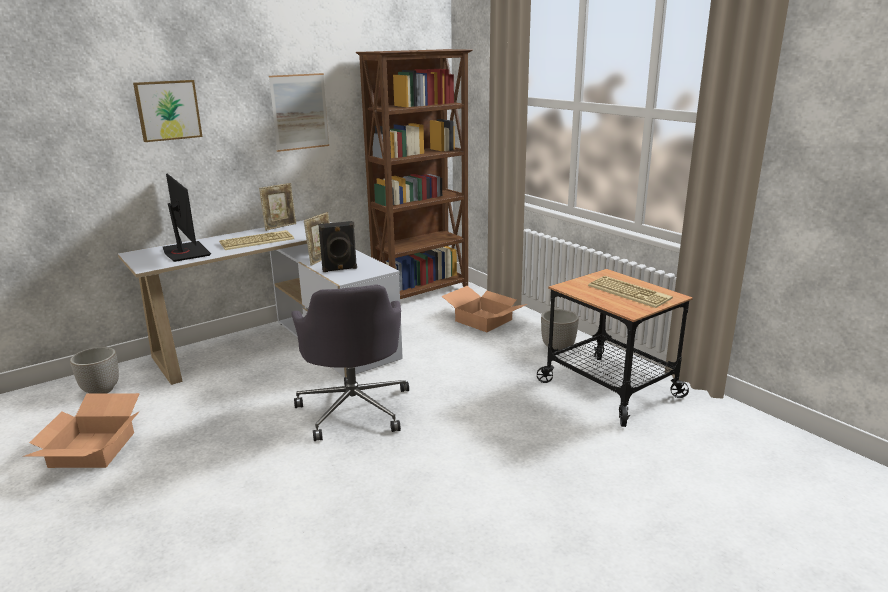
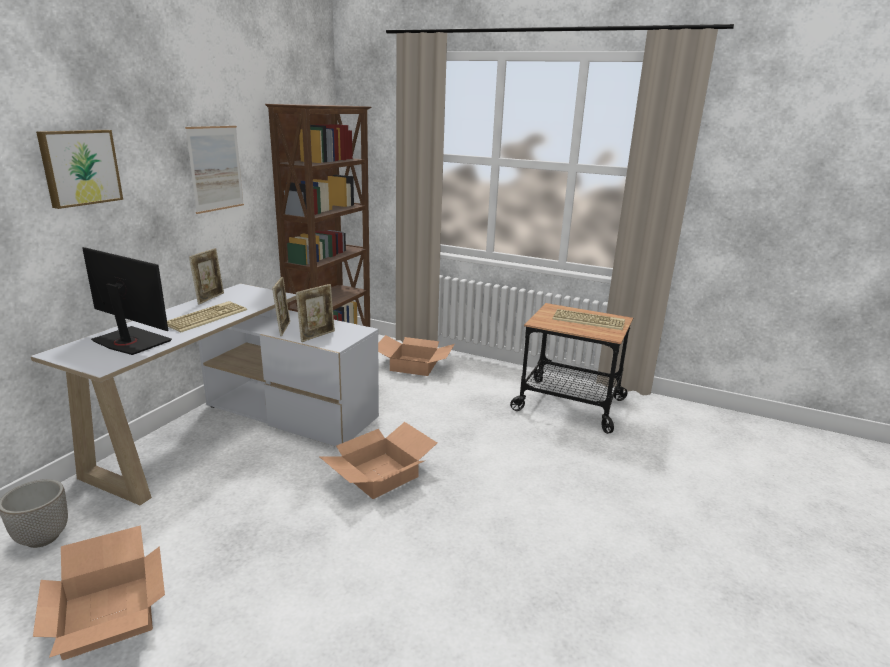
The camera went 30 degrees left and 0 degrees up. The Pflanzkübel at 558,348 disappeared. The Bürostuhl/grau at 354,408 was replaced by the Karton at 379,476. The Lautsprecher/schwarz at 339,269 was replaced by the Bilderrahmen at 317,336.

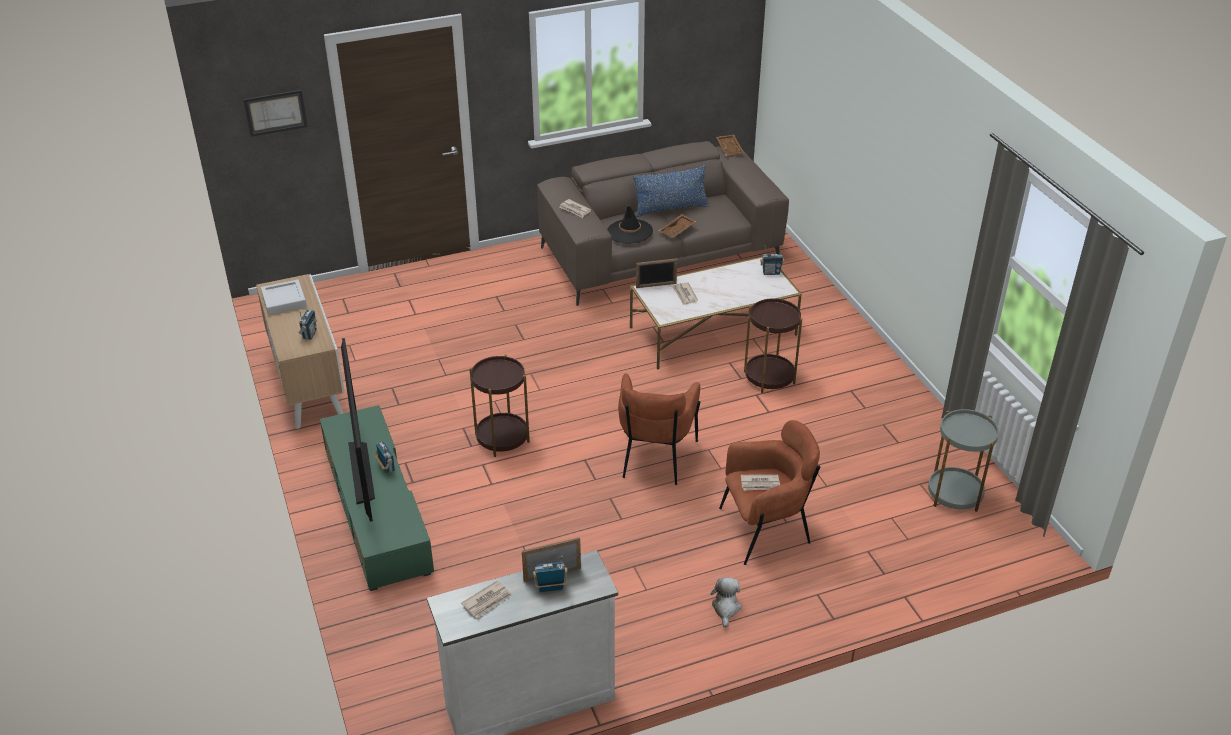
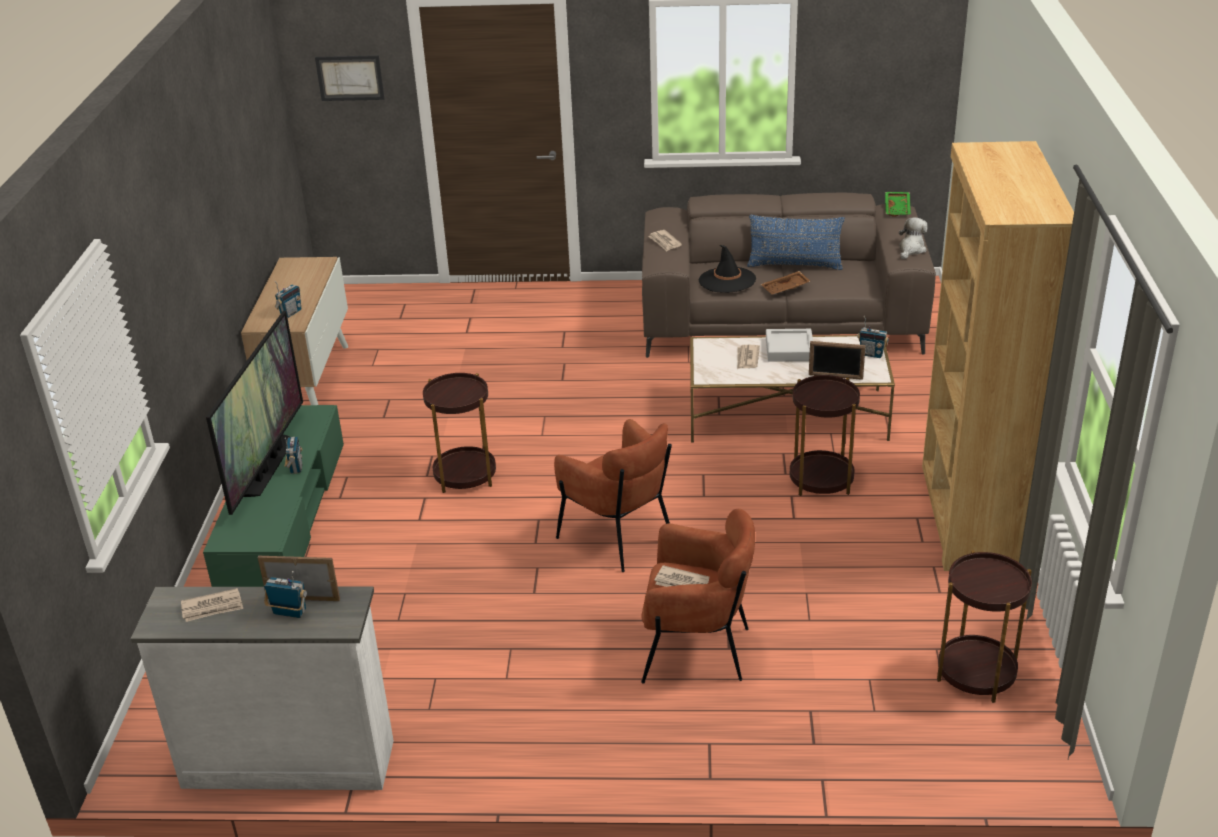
The camera went 25 degrees right and 5 degrees down. The Bücherregal/braun at 969,516 appeared. The Tablett/grau moved from 284,301 to 789,349. The Bilderrahmen moved from 656,285 to 835,377. The Plüschtier moved from 726,608 to 911,249. The Tablett/braun at 730,149 became the Tablett/grün at 898,209. The Beistelltisch/grau at 954,494 became the Beistelltisch/braun at 976,673. The Sessel/braun at 655,458 turned 75 degrees counterclockwise.

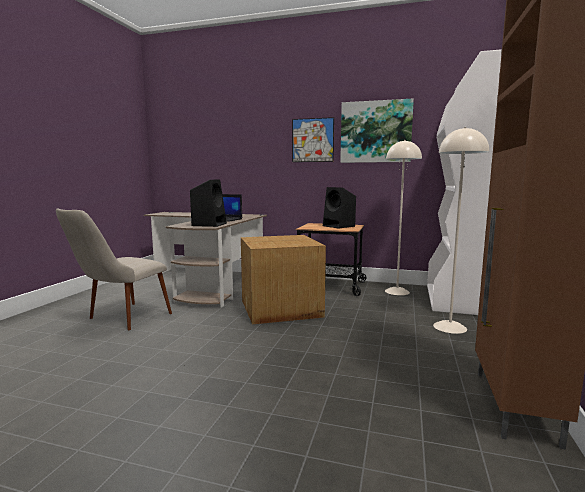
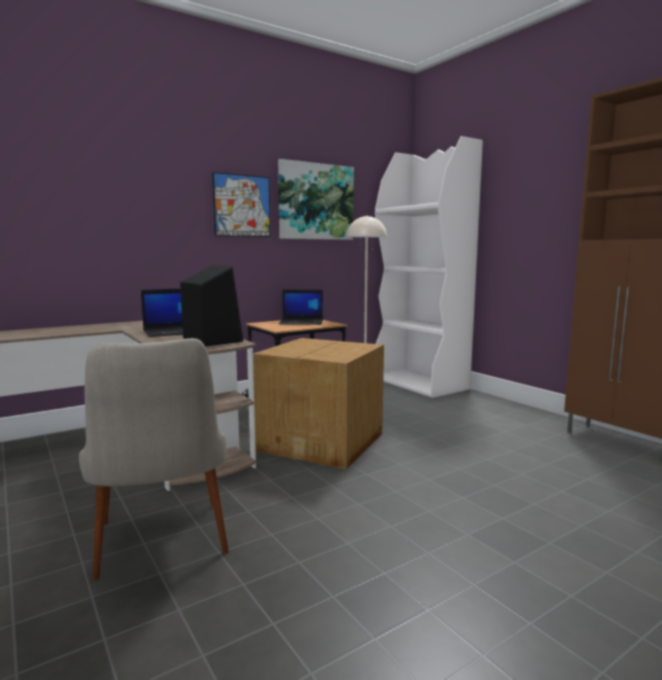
The camera went 50 degrees left and 0 degrees up. The Stehlampe/beige at 450,327 disappeared. The Lautsprecher/schwarz at 339,226 was replaced by the Laptop at 302,322.

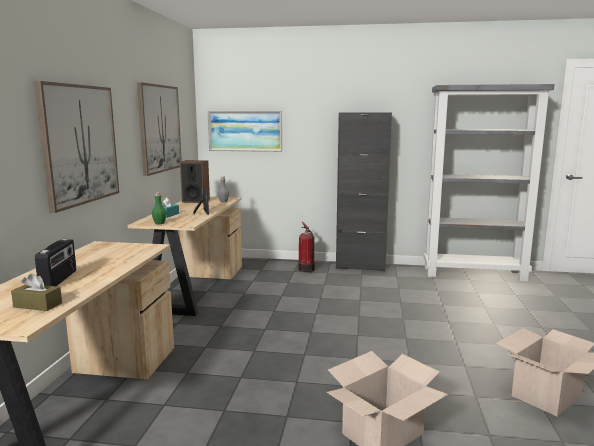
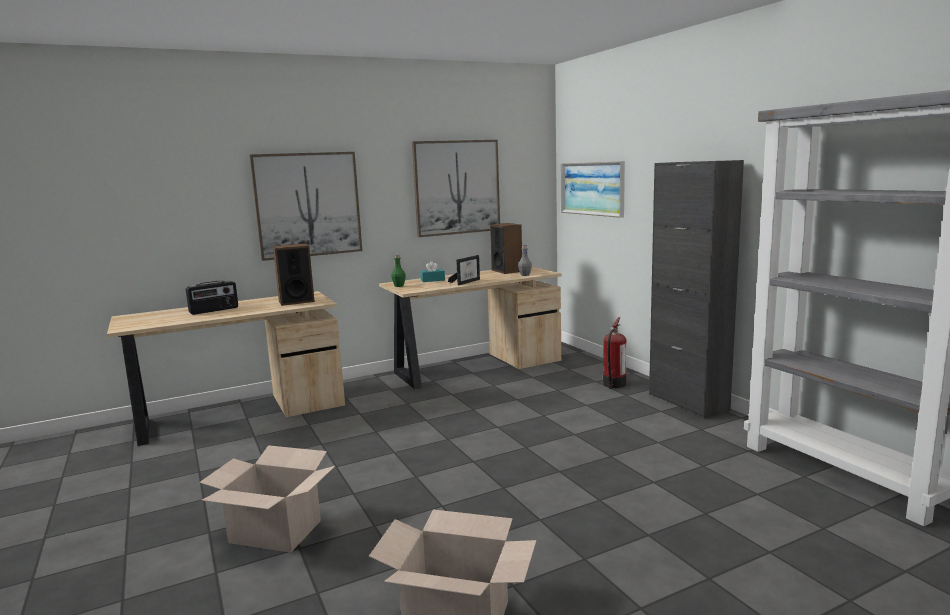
The camera went 55 degrees right and 0 degrees up. The Taschentuchbox/braun at 38,305 disappeared. The Lautsprecher at 296,301 appeared.

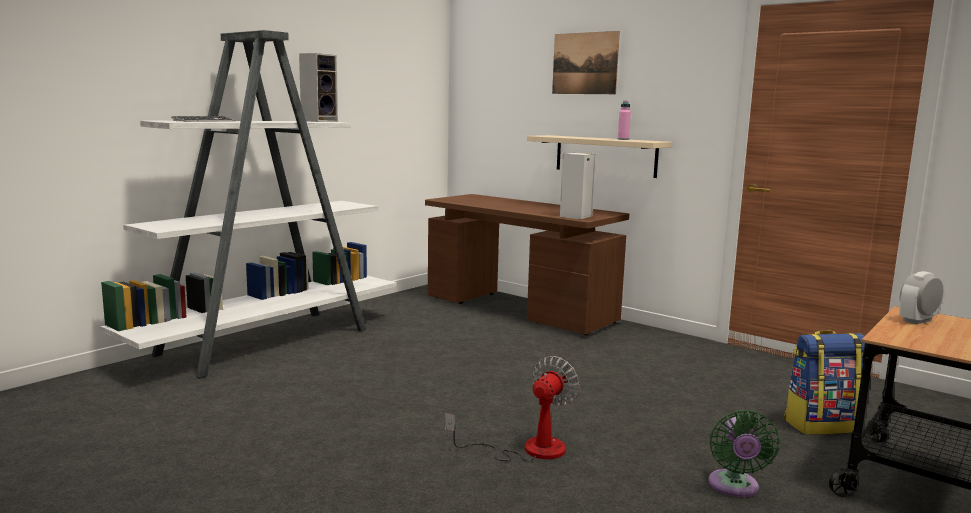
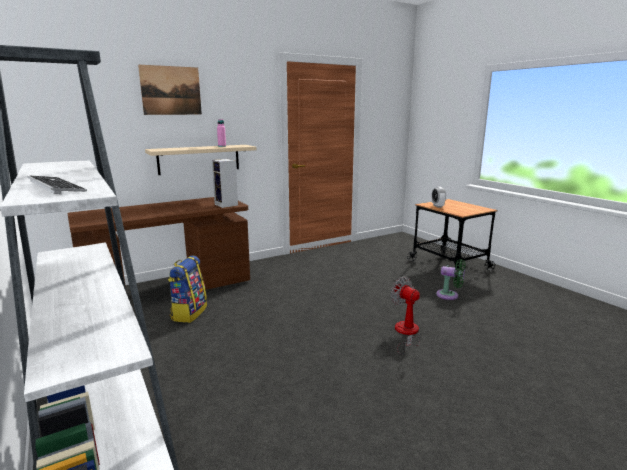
The camera went 70 degrees left and 5 degrees up. The Lautsprecher at 320,121 disappeared. The Rucksack moved from 821,424 to 189,313.

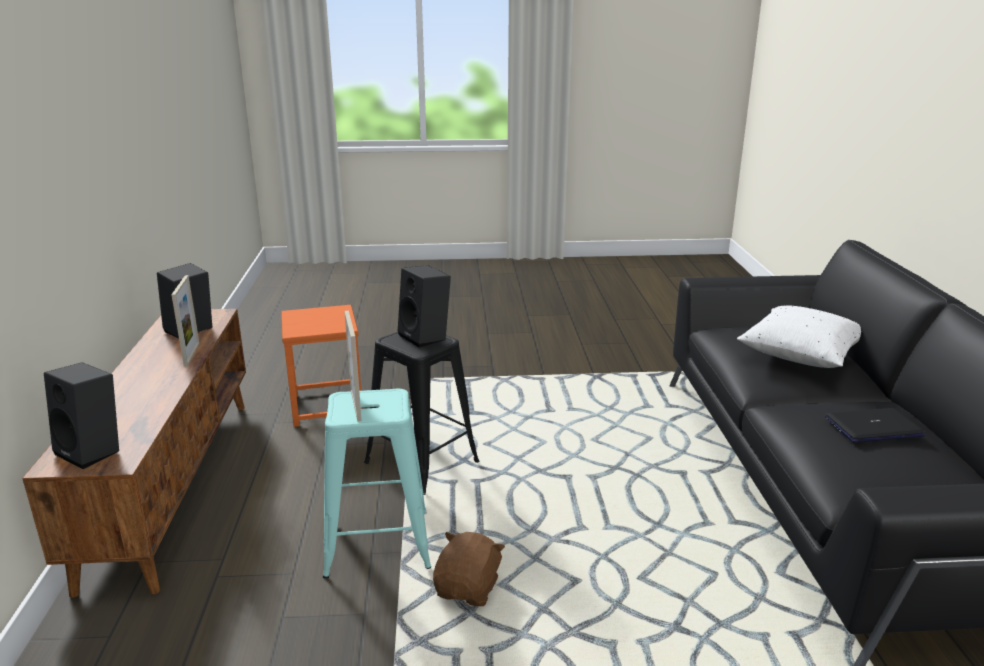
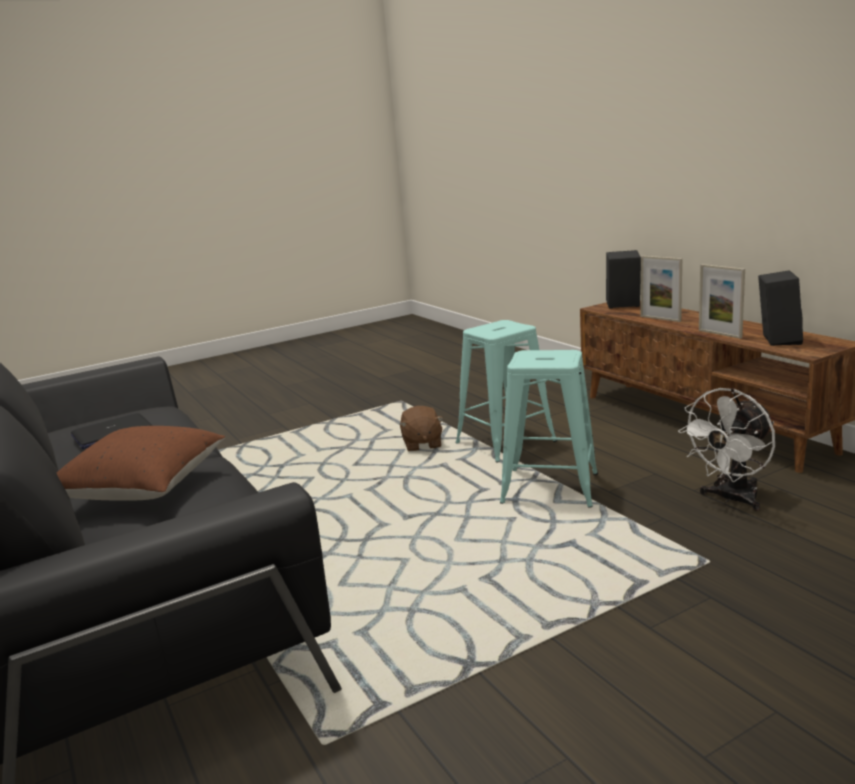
The camera went 155 degrees right and 5 degrees down. The Lautsprecher/schwarz at 426,337 disappeared. The Bilderrahmen moved from 356,405 to 660,319. The Hocker/orange at 325,406 was replaced by the Ventilator/weiß at 731,499. The Hocker/schwarz at 421,462 became the Hocker/türkis at 550,488. The Kissen/weiß at 800,355 became the Kissen/braun at 143,488.

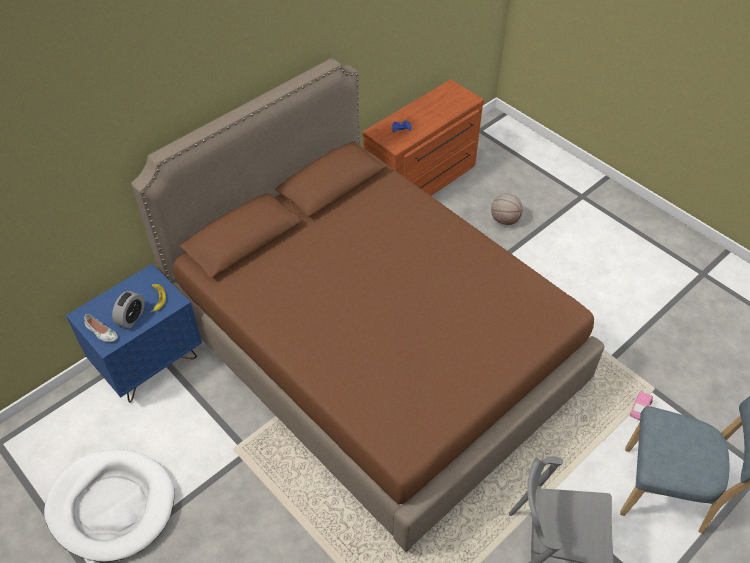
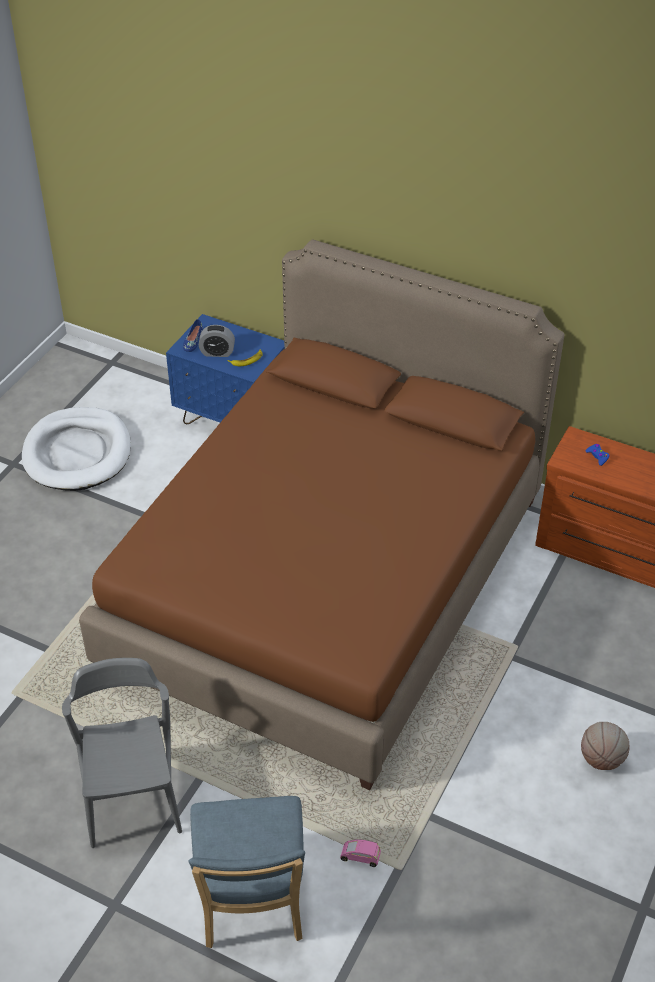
The camera went 70 degrees right and 5 degrees down. The Basketball moved from 504,220 to 602,759. The Schuh/weiß at 101,332 became the Schuh/blau at 192,341.

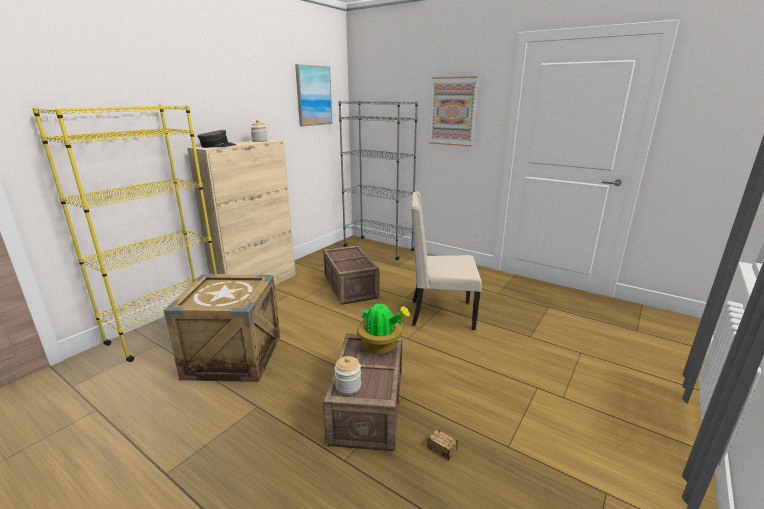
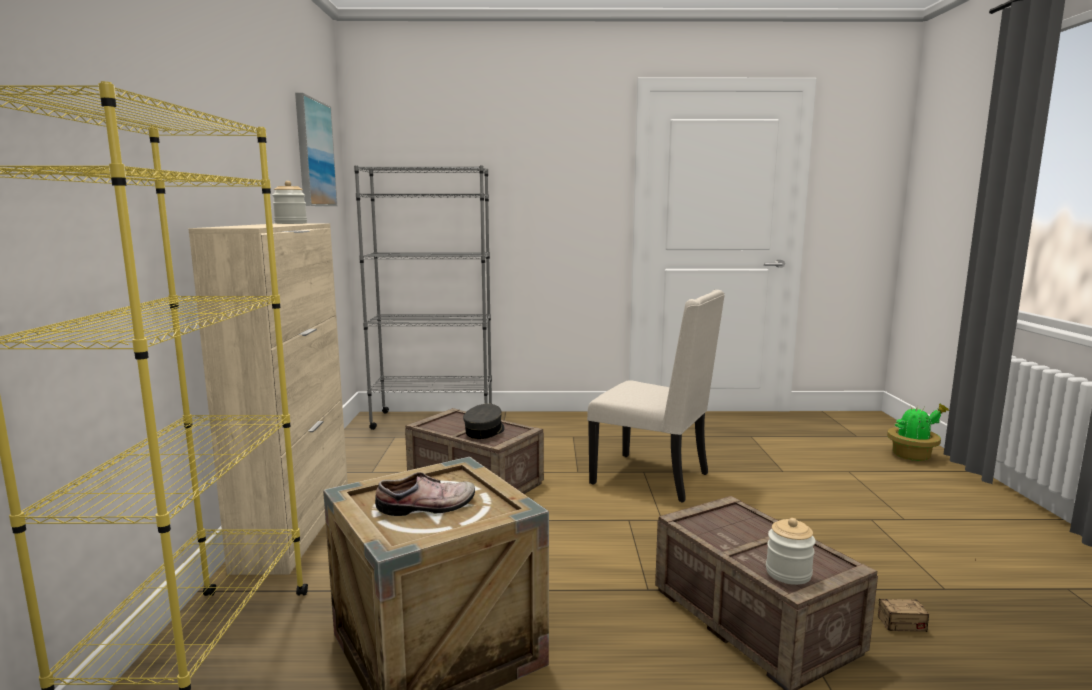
The camera went 35 degrees left and 10 degrees down. The Bild at 453,111 disappeared. The Schuh at 427,507 appeared. The Kappe/grau moved from 217,146 to 484,431. The Topfpflanze moved from 381,347 to 913,456. The Stuhl/beige at 440,314 turned 120 degrees counterclockwise.

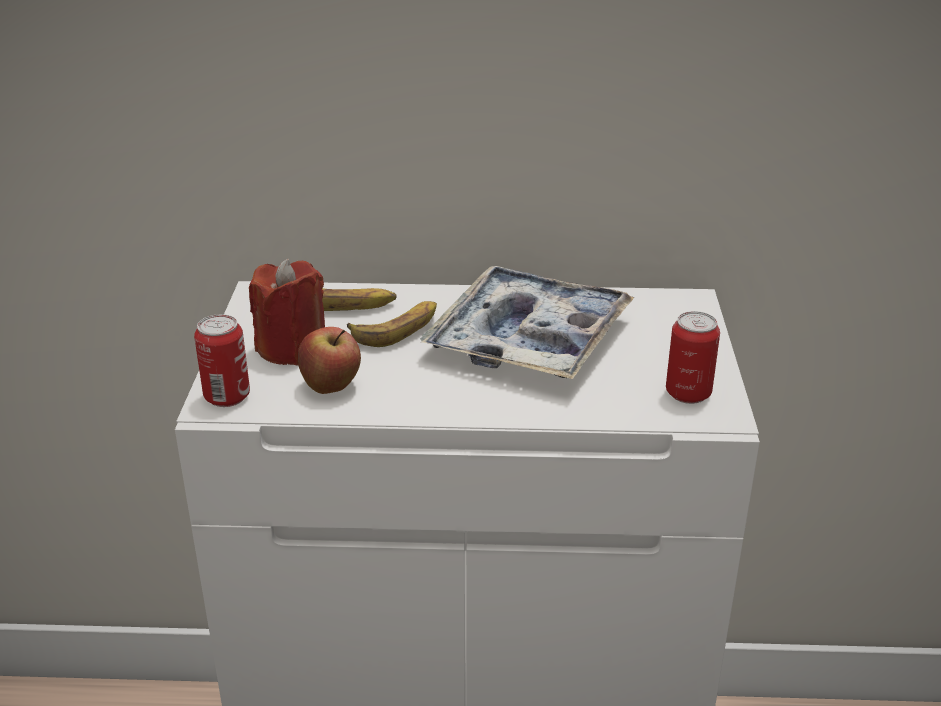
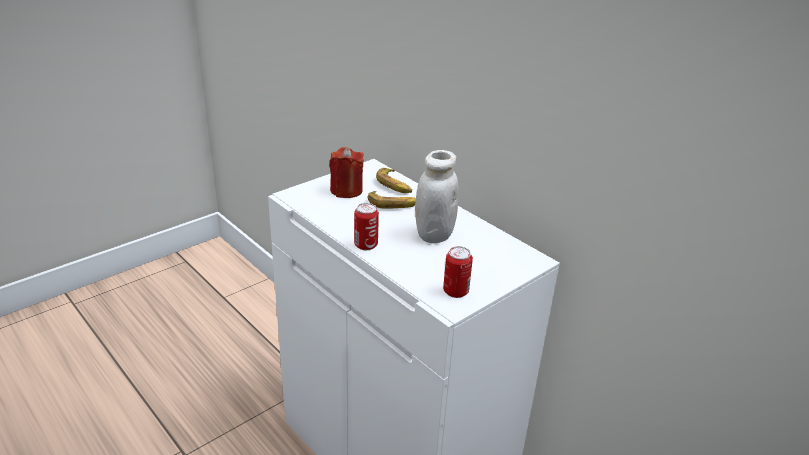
The camera went 45 degrees right and 0 degrees up. The Apfel at 331,387 disappeared. The Dose moved from 227,397 to 366,245. The Tablett at 528,339 was replaced by the Vorratsglas/weiß at 434,235.

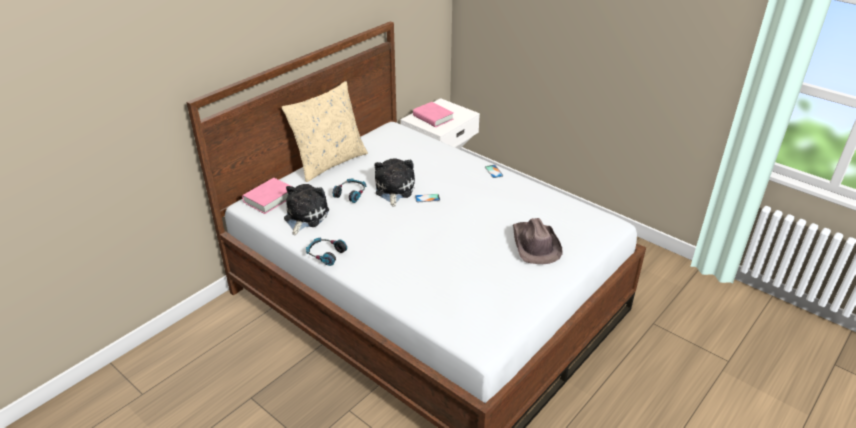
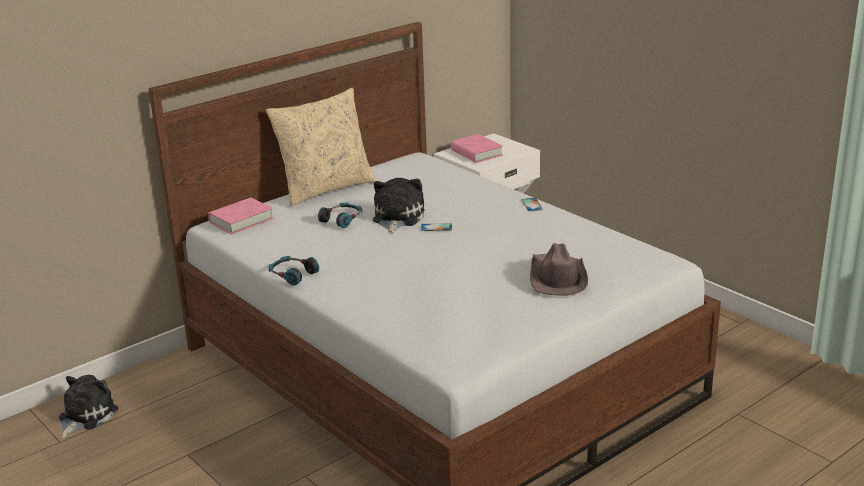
The camera went 10 degrees right and 10 degrees down. The Plüschtier moved from 304,217 to 85,416.

